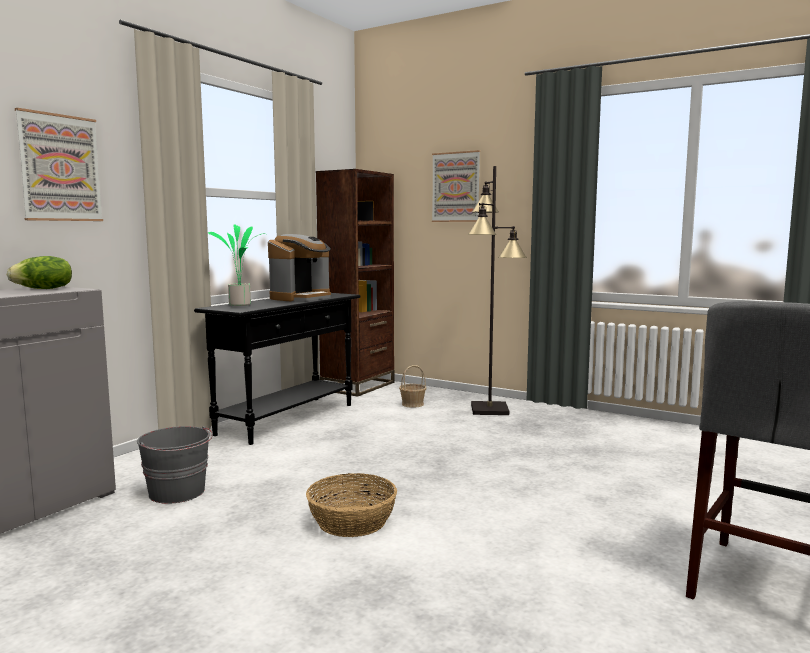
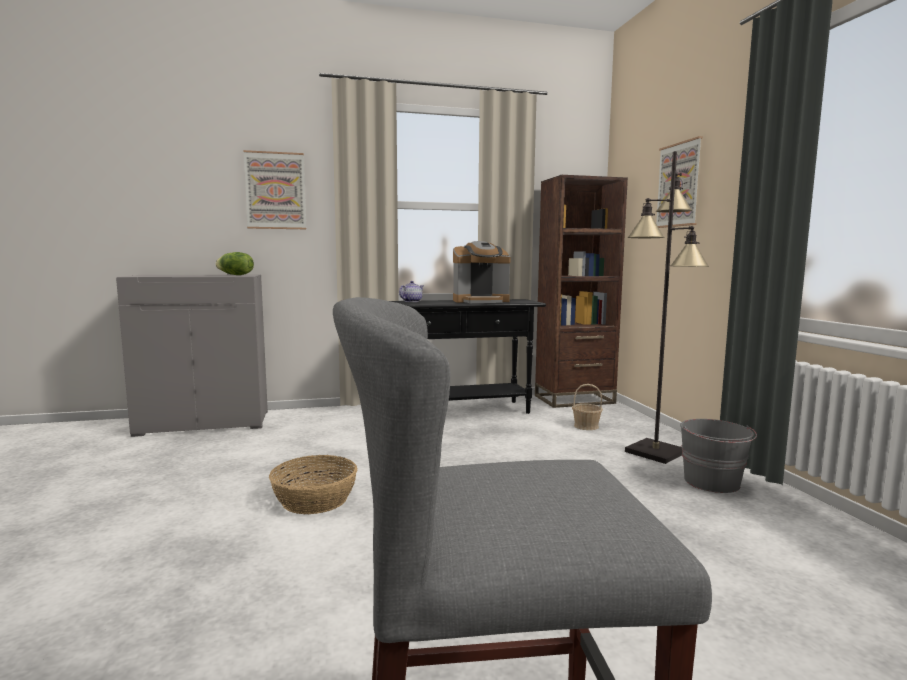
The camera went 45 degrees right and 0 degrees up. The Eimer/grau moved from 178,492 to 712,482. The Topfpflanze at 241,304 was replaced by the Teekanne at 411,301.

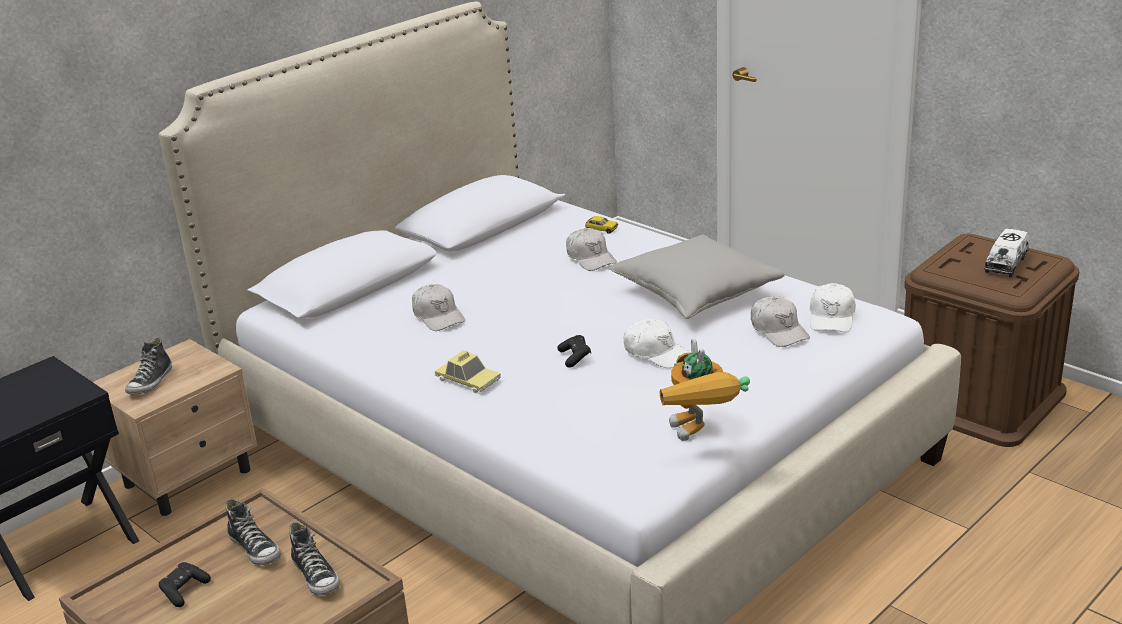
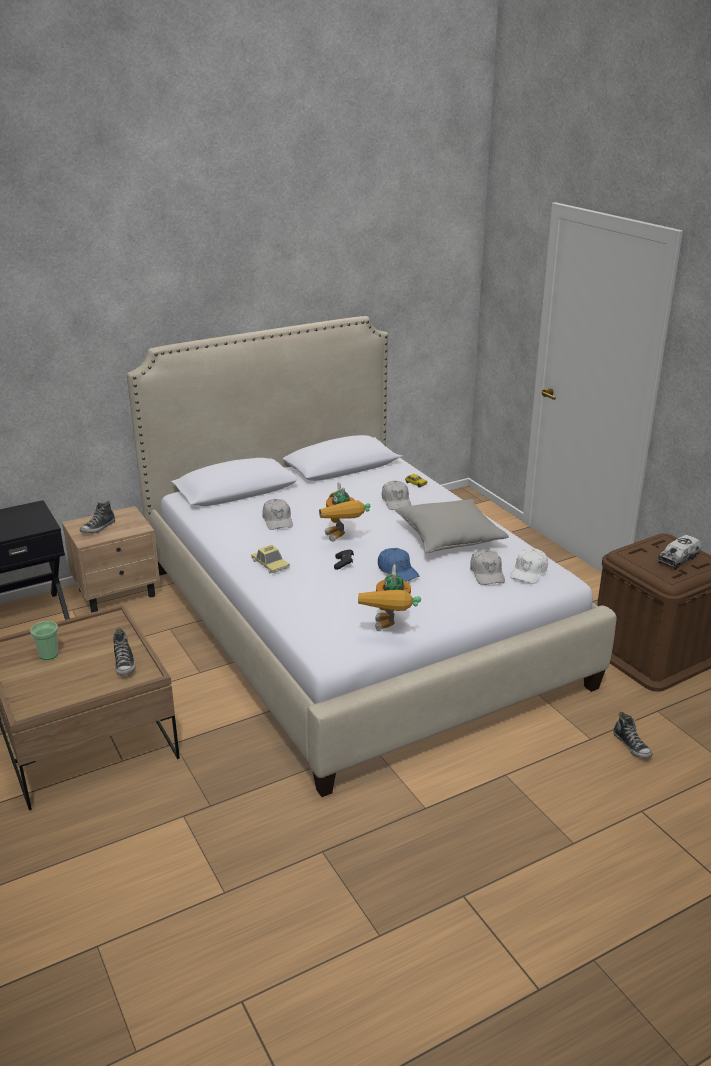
The camera went 15 degrees right and 0 degrees up. The Spielzeugroboter at 342,539 appeared. The Schuh moved from 255,549 to 632,746. The Gamepad/schwarz at 184,591 was replaced by the Tasse at 48,655. The Kappe/weiß at 656,353 became the Kappe/blau at 397,571.

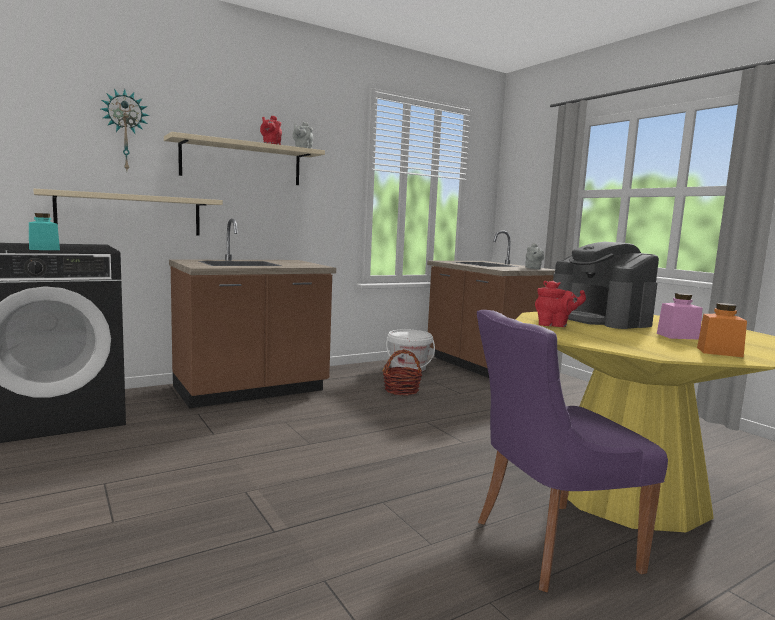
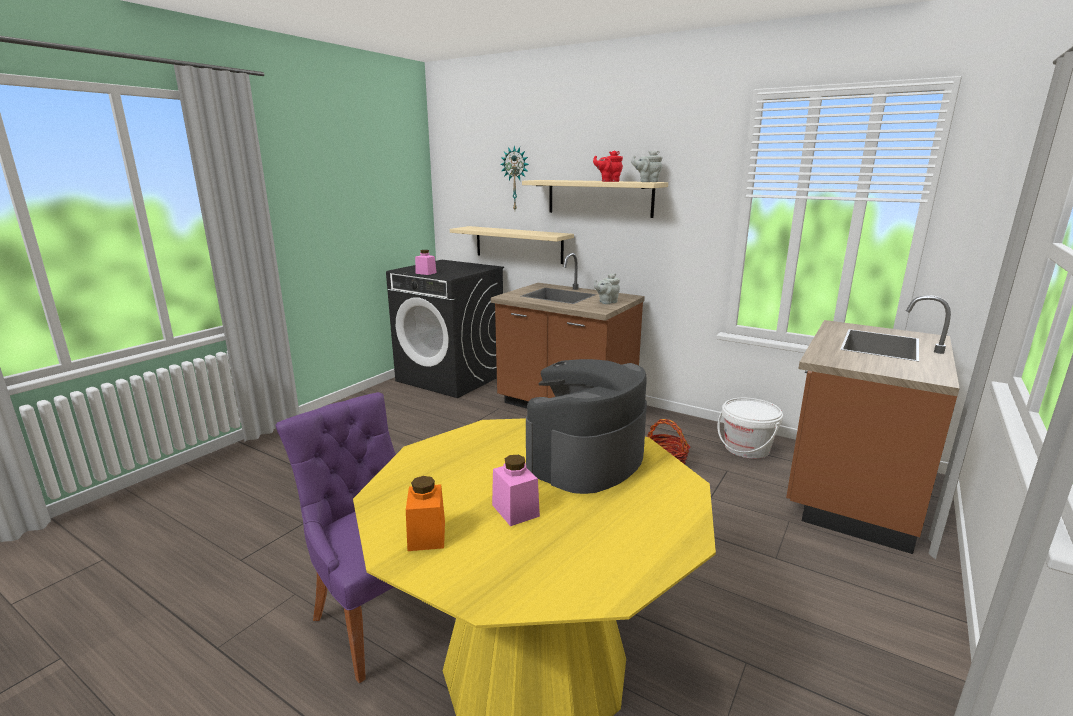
The camera went 65 degrees right and 10 degrees up. The Teekanne/rot at 555,325 disappeared. The Teekanne/grau moved from 533,268 to 606,302. The Vorratsglas/türkis at 44,249 became the Vorratsglas/rosa at 426,273.

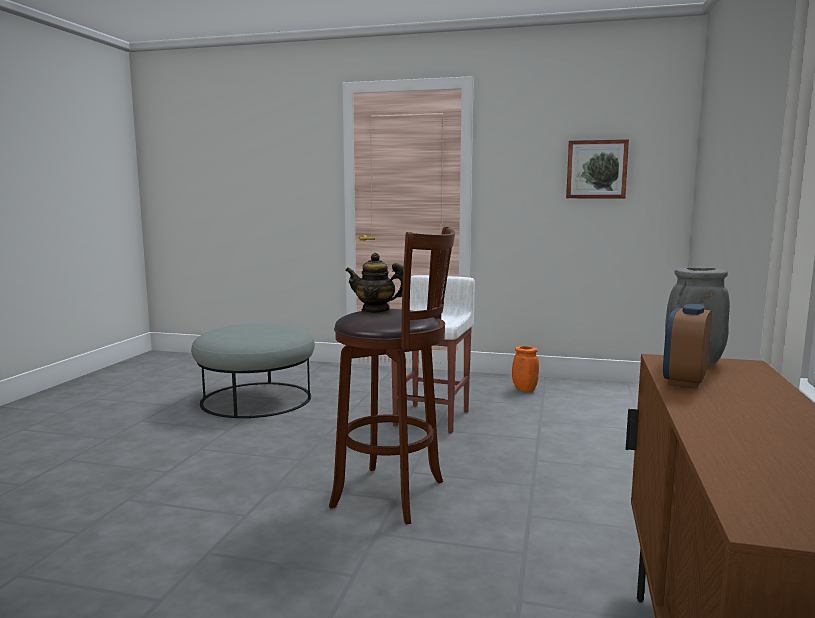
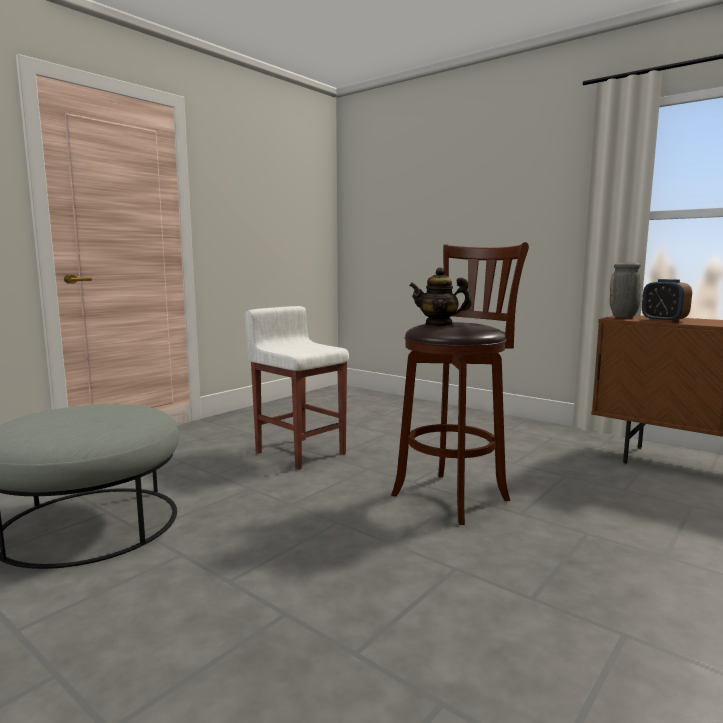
The camera went 65 degrees left and 0 degrees up. The Vase/orange at 524,390 disappeared. The Bild at 596,169 disappeared. The Teekanne at 376,310 turned 60 degrees clockwise.

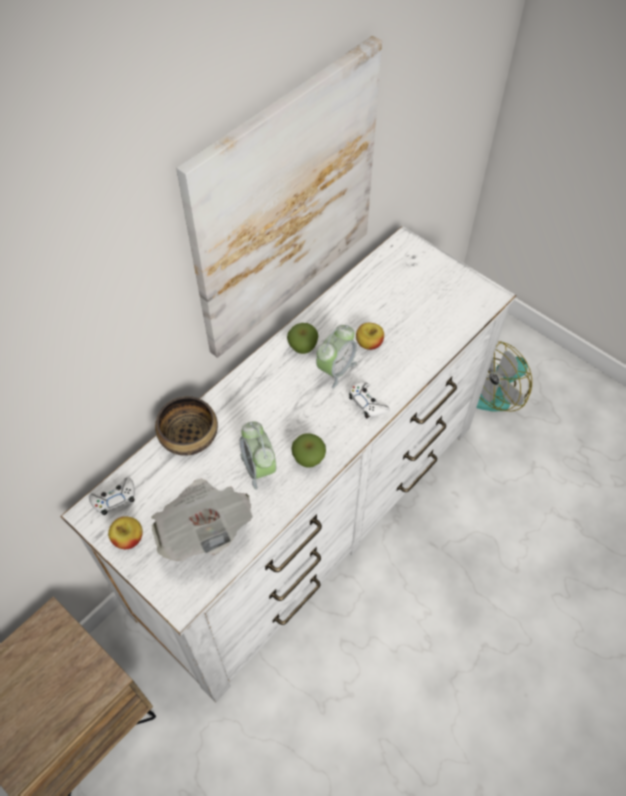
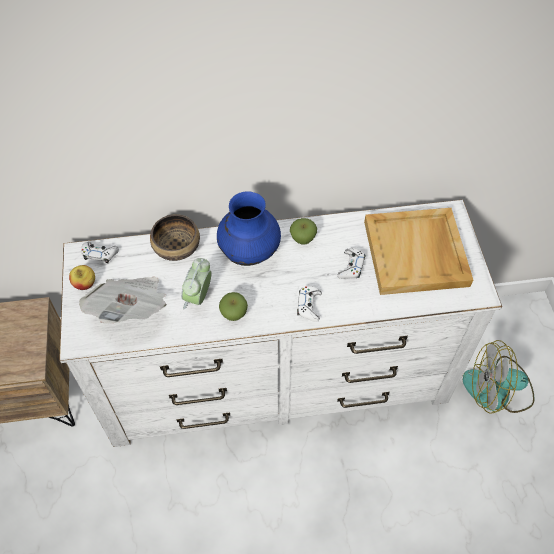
The camera went 40 degrees right and 0 degrees up. The Bild at 285,204 disappeared. The Wecker at 335,369 disappeared. The Vase/blau at 249,252 appeared. The Tablett/beige at 416,254 appeared. The Apfel at 369,343 was replaced by the Gamepad/weiß at 351,266.

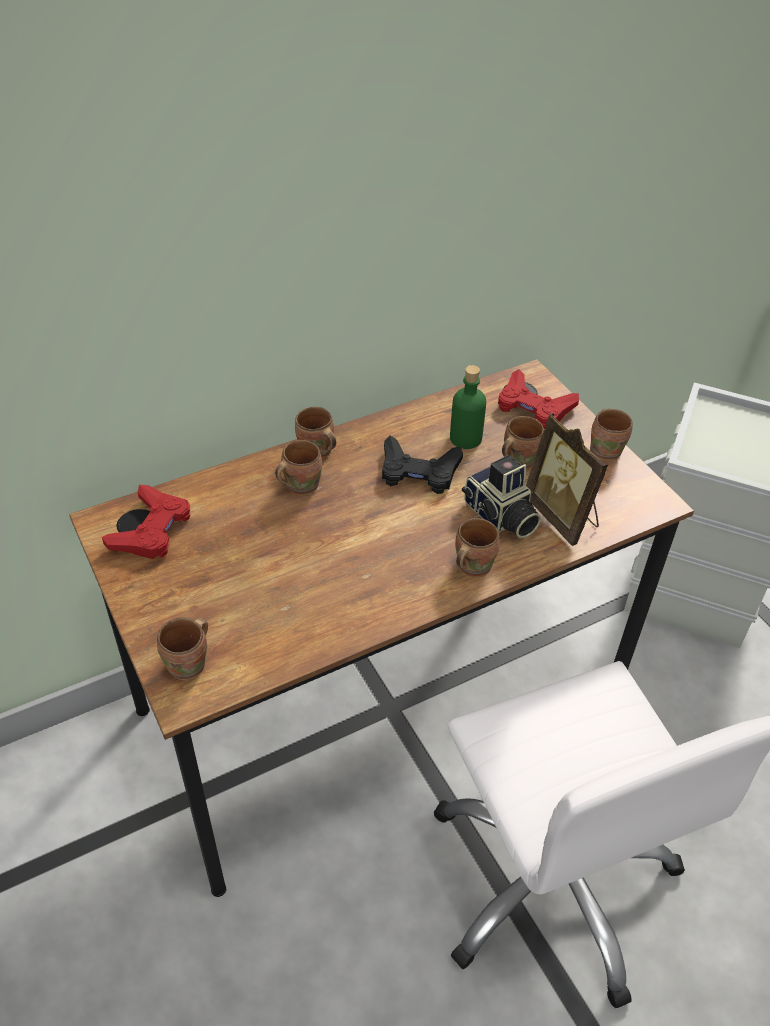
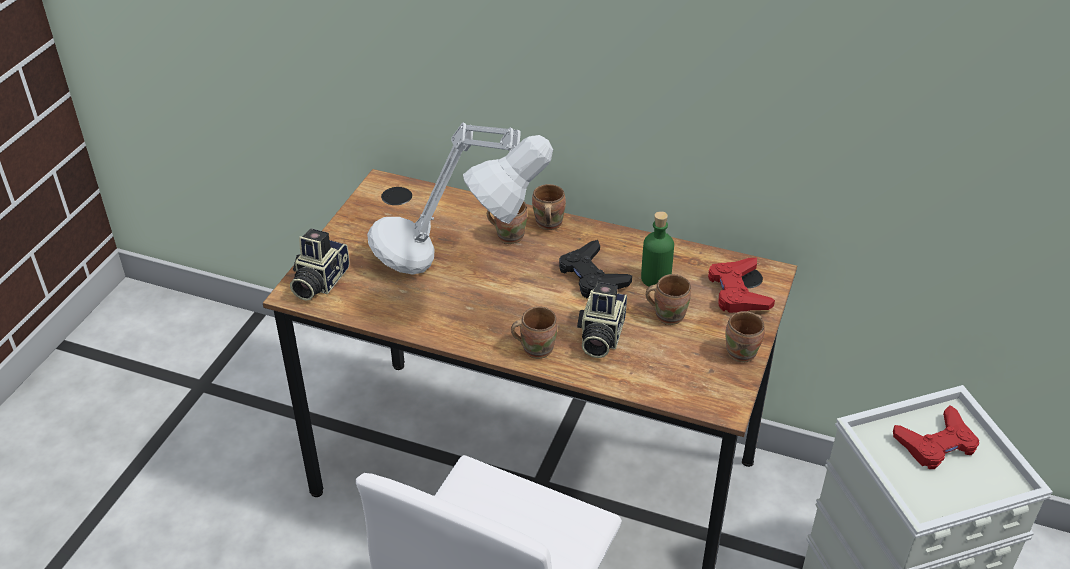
The camera went 50 degrees right and 5 degrees down. The Bilderrahmen at 562,516 disappeared. The Tischlampe/grau at 459,279 appeared. The Gamepad/rot moved from 151,529 to 936,444. The Henkelbecher/braun at 190,665 was replaced by the Kamera at 318,281.

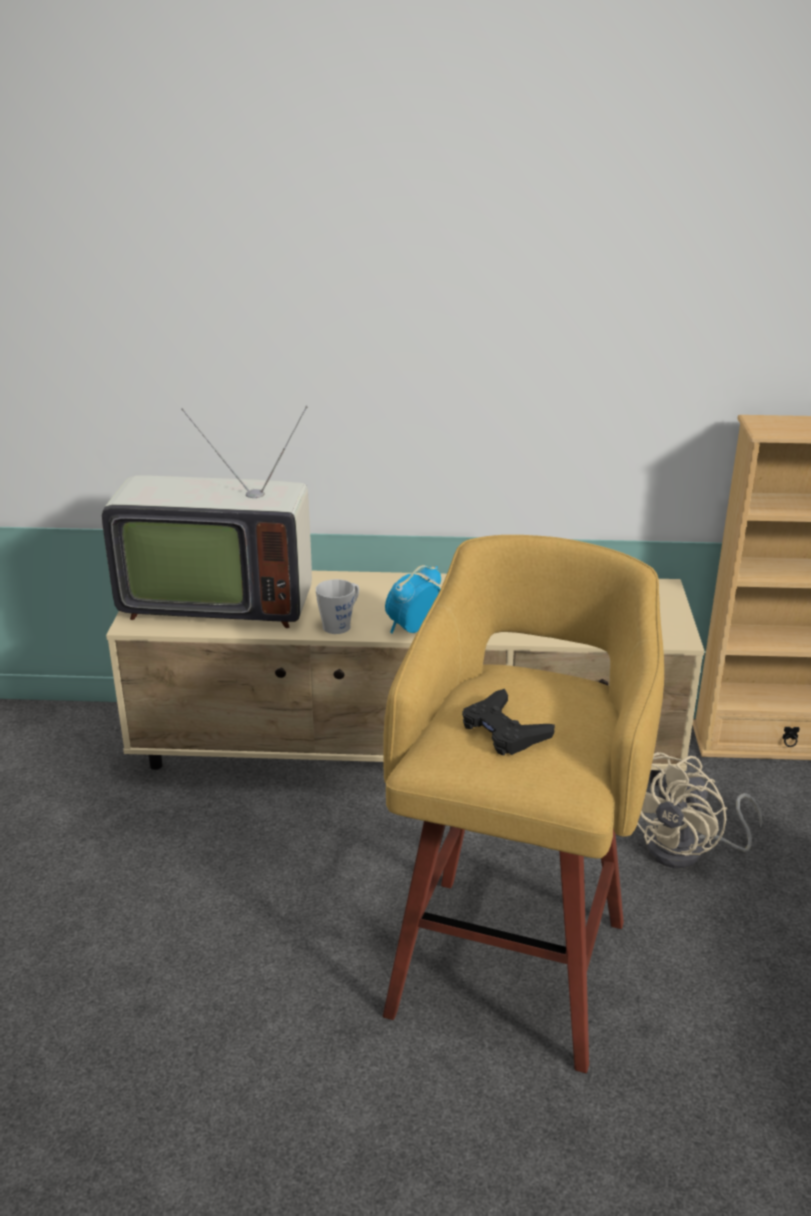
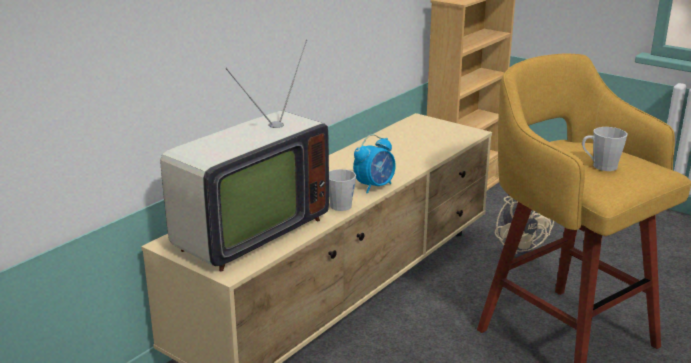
The camera went 55 degrees left and 5 degrees down. The Gamepad/schwarz at 504,730 was replaced by the Henkelbecher/grau at 600,166. The Wecker at 412,628 turned 120 degrees counterclockwise.

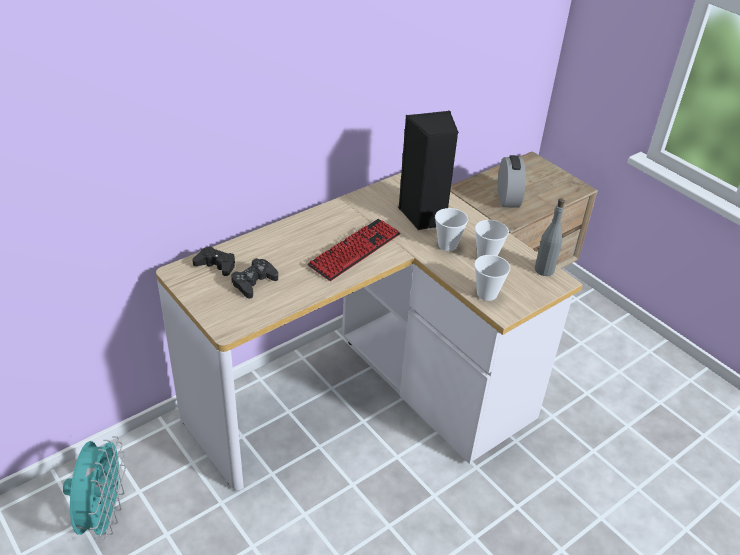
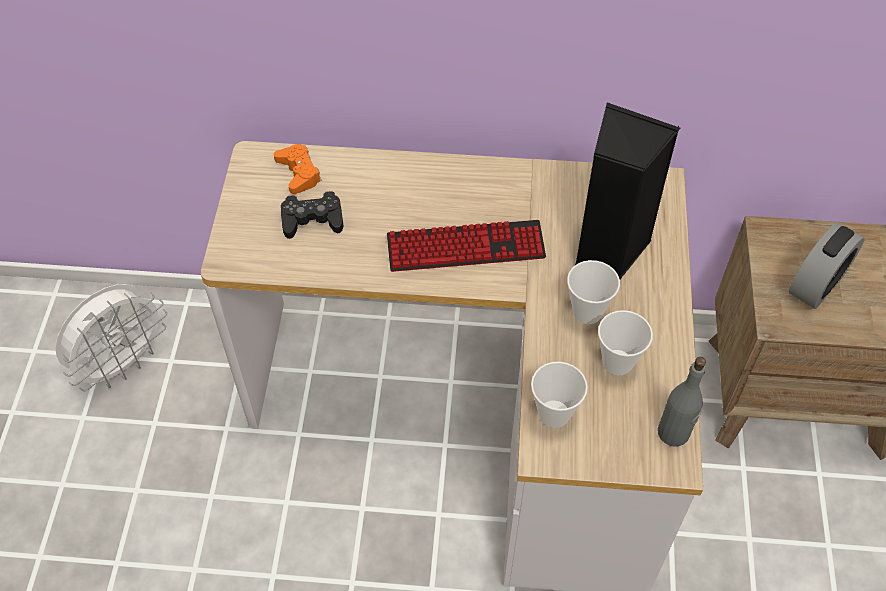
The camera went 45 degrees right and 15 degrees up. The Ventilator/türkis at 103,516 became the Ventilator/weiß at 123,364. The Gamepad/schwarz at 216,265 became the Gamepad/orange at 299,173.

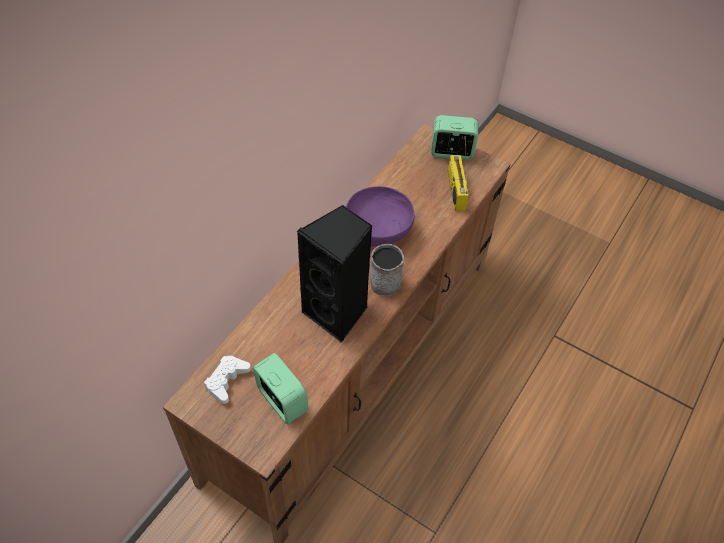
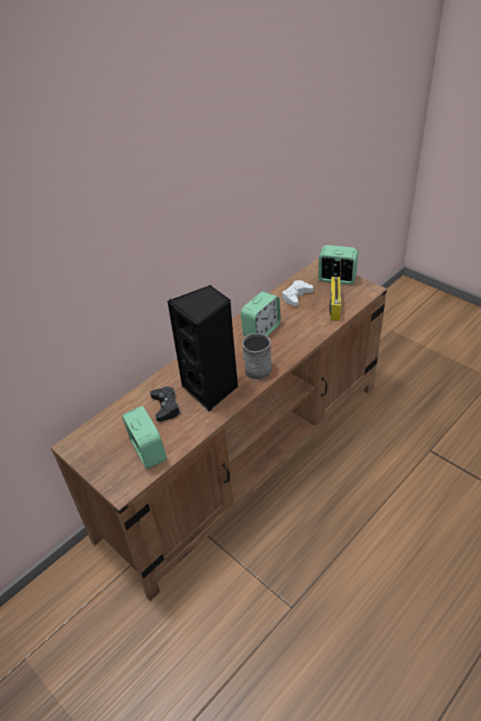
The camera went 15 degrees right and 10 degrees down. The Gamepad/schwarz at 166,407 appeared. The Gamepad/weiß moved from 227,381 to 296,296. The Schüssel/lila at 378,229 was replaced by the Wecker at 261,330.

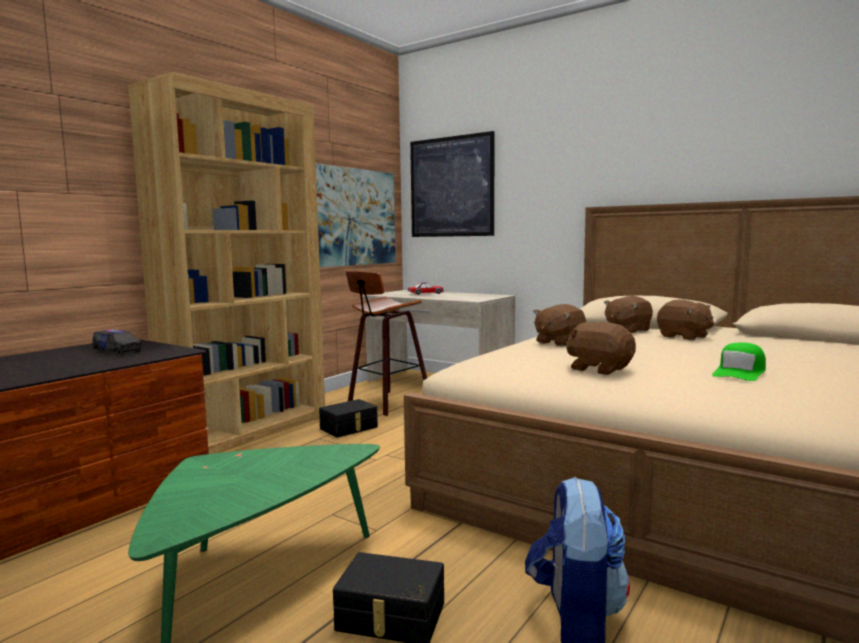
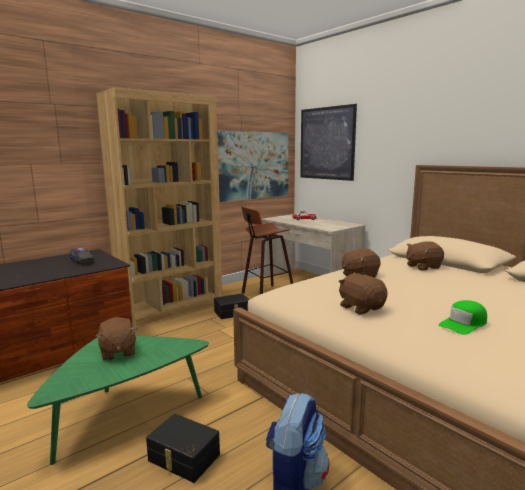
The camera went 15 degrees right and 5 degrees up. The Plüschtier/braun moved from 683,337 to 117,352.

